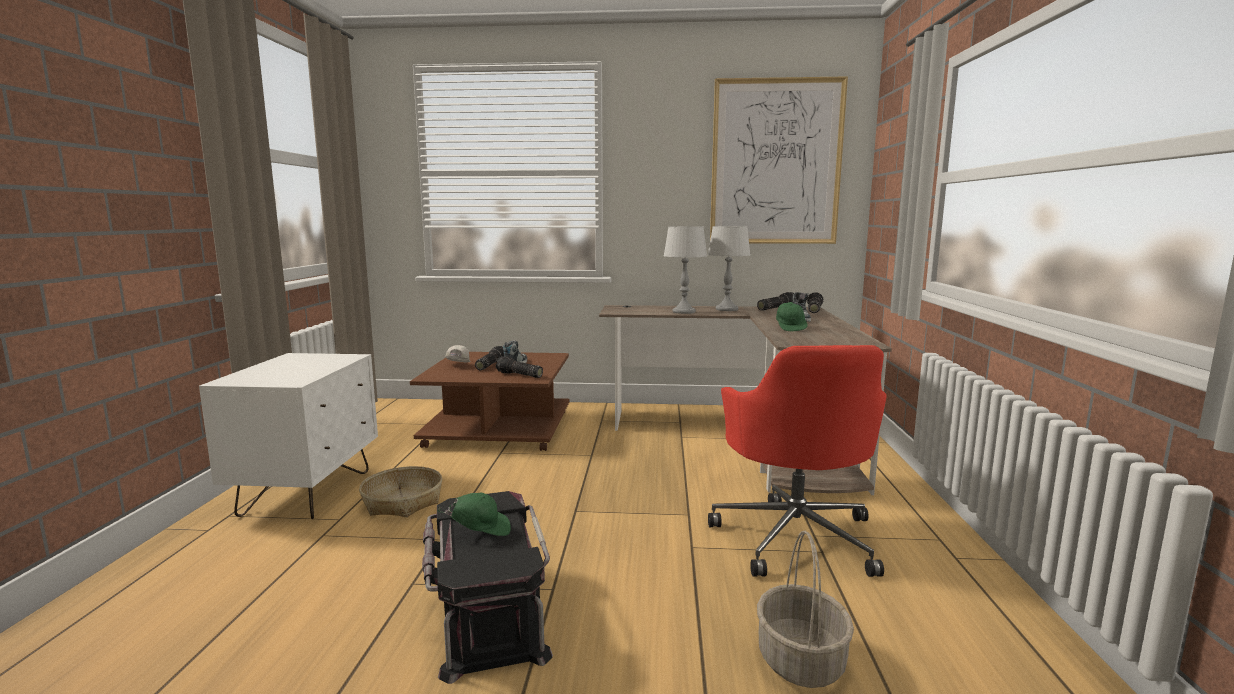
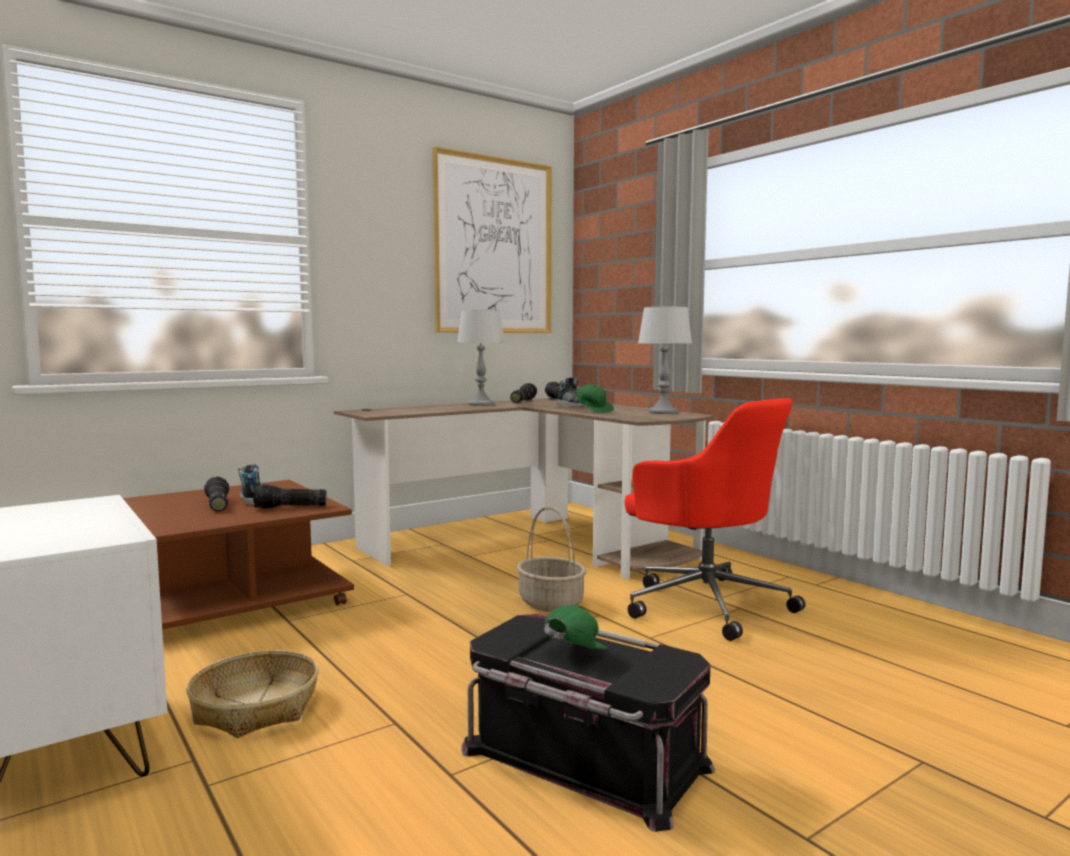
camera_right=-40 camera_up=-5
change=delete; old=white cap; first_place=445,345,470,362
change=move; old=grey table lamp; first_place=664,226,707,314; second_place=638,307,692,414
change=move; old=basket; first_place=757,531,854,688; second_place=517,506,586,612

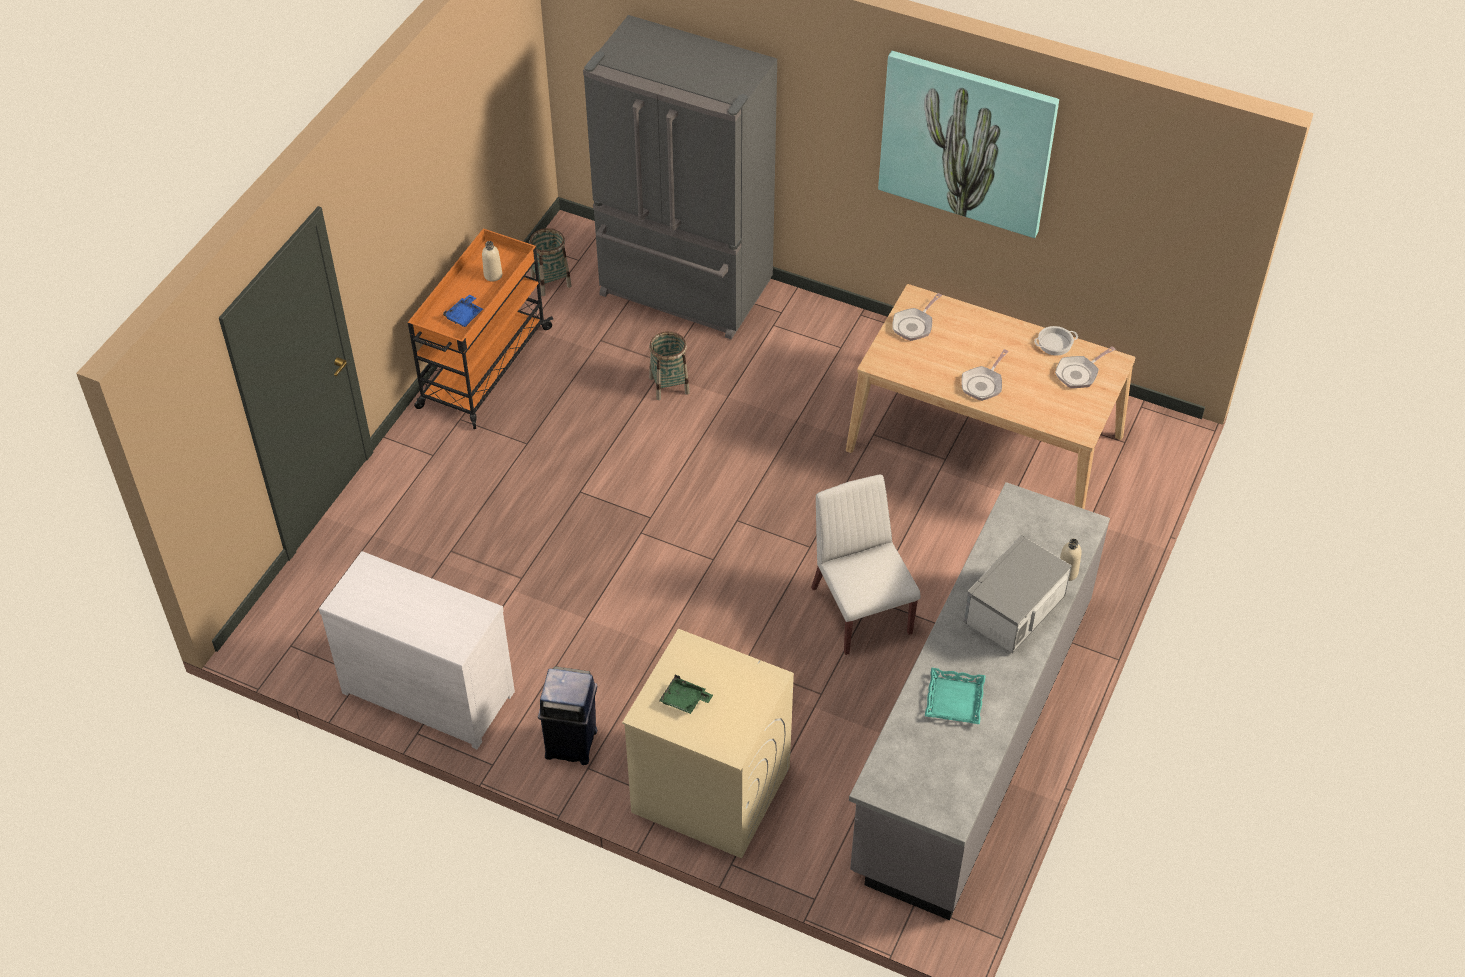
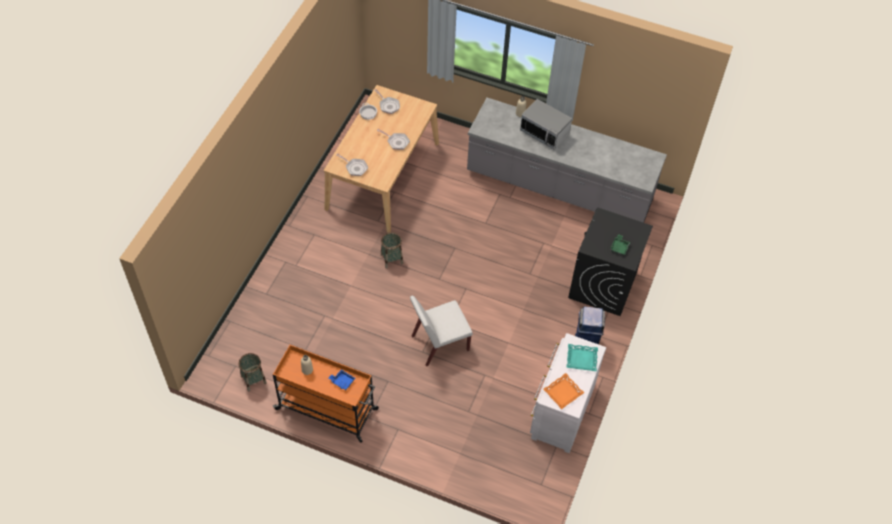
camera_right=-95 camera_up=5
change=delete; old=grey fridge; first_place=583,15,777,339
change=recolor; old=beige washing machine; new=black washing machine; first_place=622,629,794,858; second_place=568,207,653,316
change=move; old=basket; first_place=649,331,690,400; second_place=381,232,403,268
change=move; old=white chair; first_place=811,475,920,655; second_place=410,296,473,366
change=delete; old=picture; first_place=878,51,1059,238
change=move; old=turquoise tray; first_place=925,668,986,724; second_place=566,344,598,371
change=insert; new=orange tray; second_place=543,373,584,409

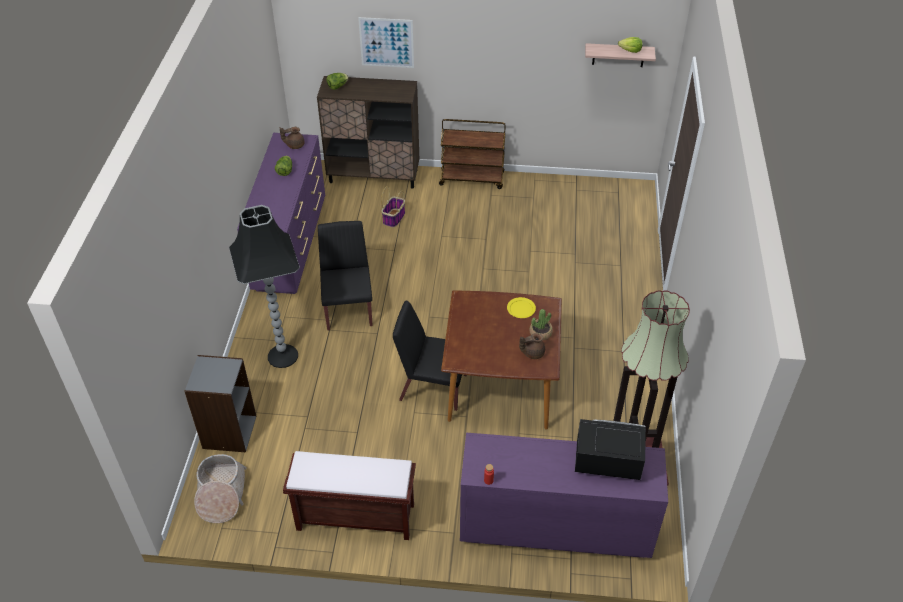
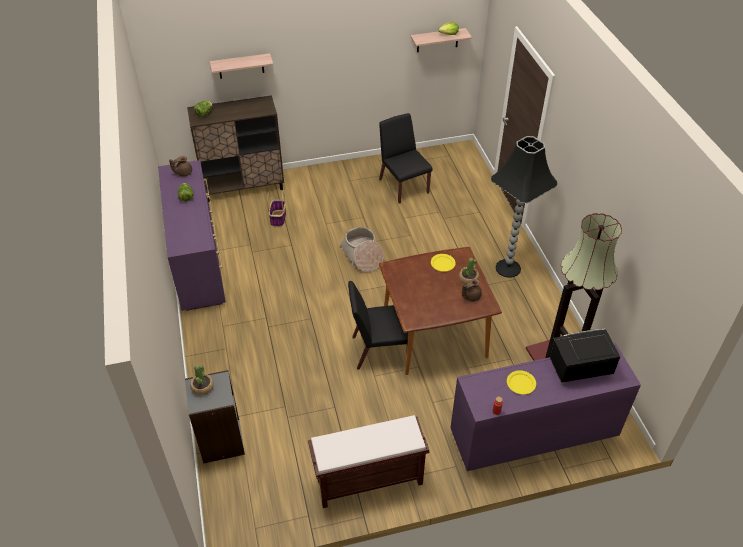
camera_right=-20 camera_up=0
change=move; old=basket; first_place=194,454,247,523; second_place=339,227,383,272
change=move; old=black floor lamp; first_place=229,205,300,368; second_place=491,136,557,278
change=move; old=black chair; first_place=318,221,373,330; second_place=379,113,433,204
change=replace; old=picture; new=shelf; first_place=358,17,414,68; second_place=210,53,273,79
change=delete; old=brown cart; first_place=439,119,506,189
change=insert; new=potted plant; second_place=190,365,214,395
change=insert; new=yellow plate; second_place=507,370,536,395

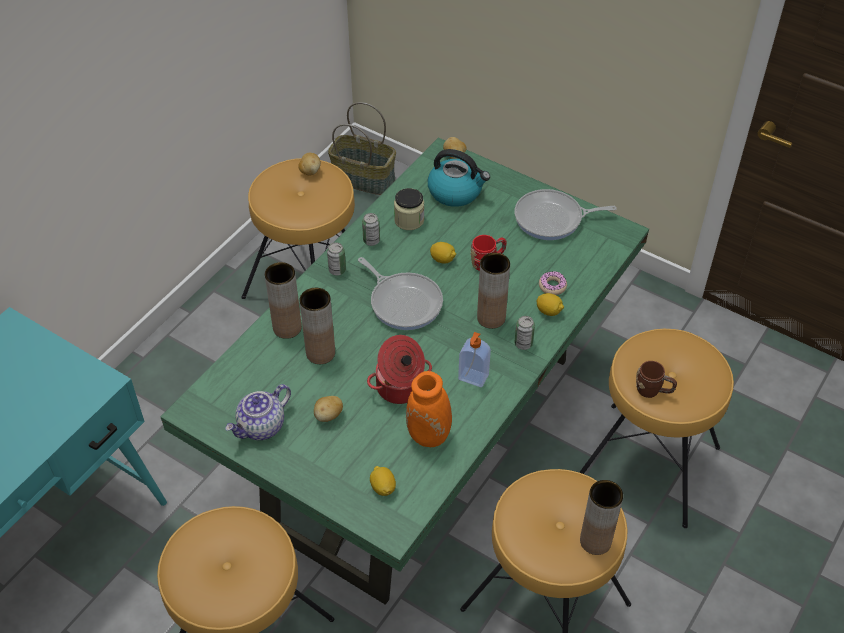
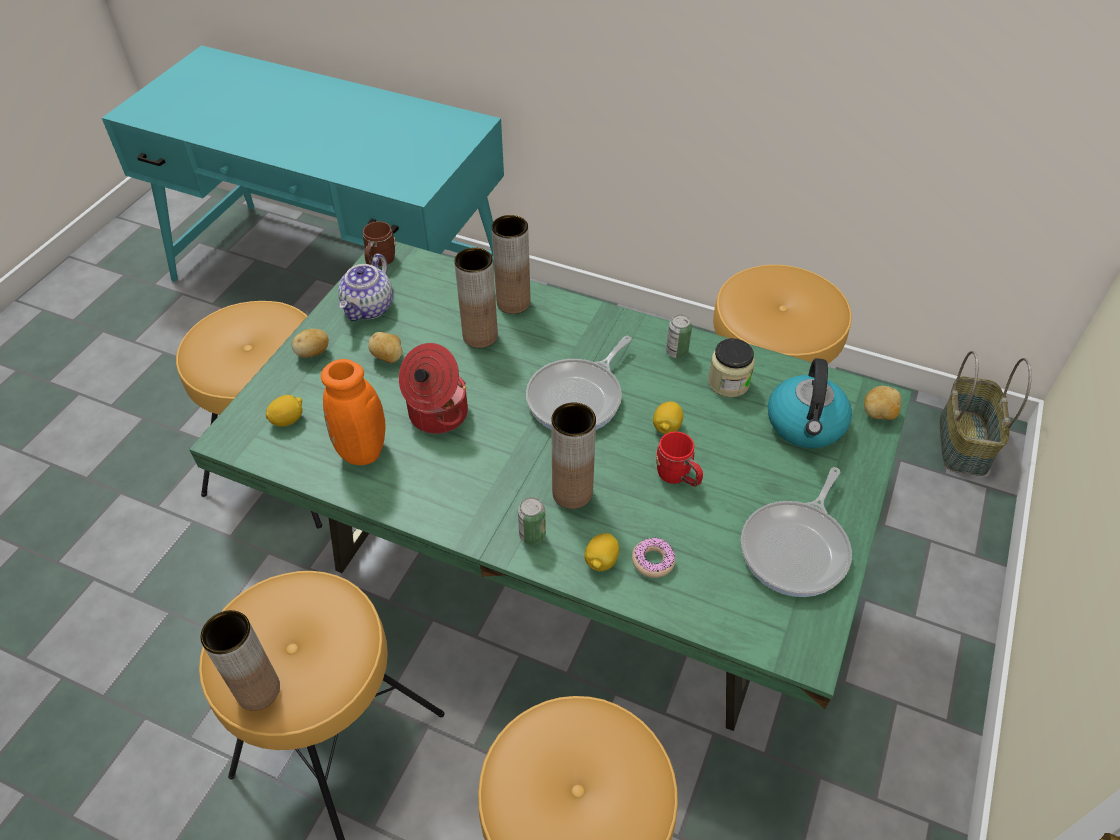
camera_right=80 camera_up=0
change=rotate; old=teapot; first_place=225,384,291,440; second_place=338,253,393,321; degrees=-105
change=move; old=potato; first_place=298,153,321,175; second_place=292,329,329,358
change=delete; old=can; first_place=327,242,346,275
change=delete; old=soap dispenser; first_place=458,332,491,387
change=rotate; old=frying pan; first_place=515,189,617,240; second_place=741,467,852,597; degrees=-135
change=move; old=brown mug; first_place=636,361,677,398; second_place=363,221,396,266

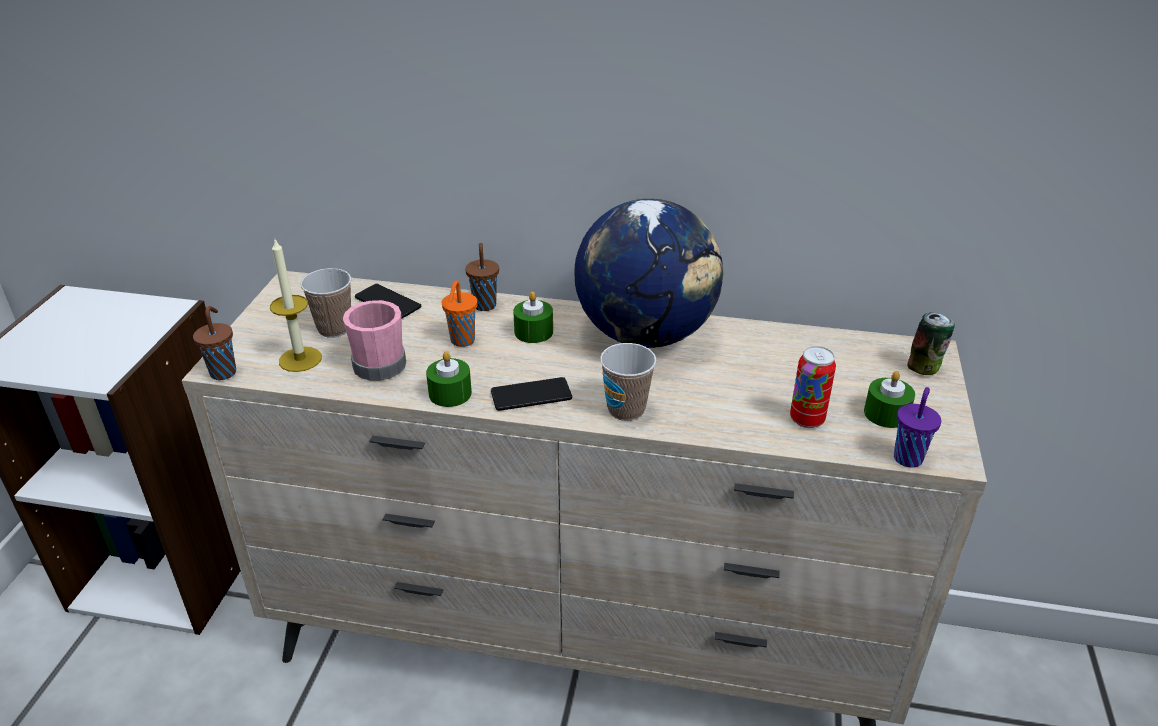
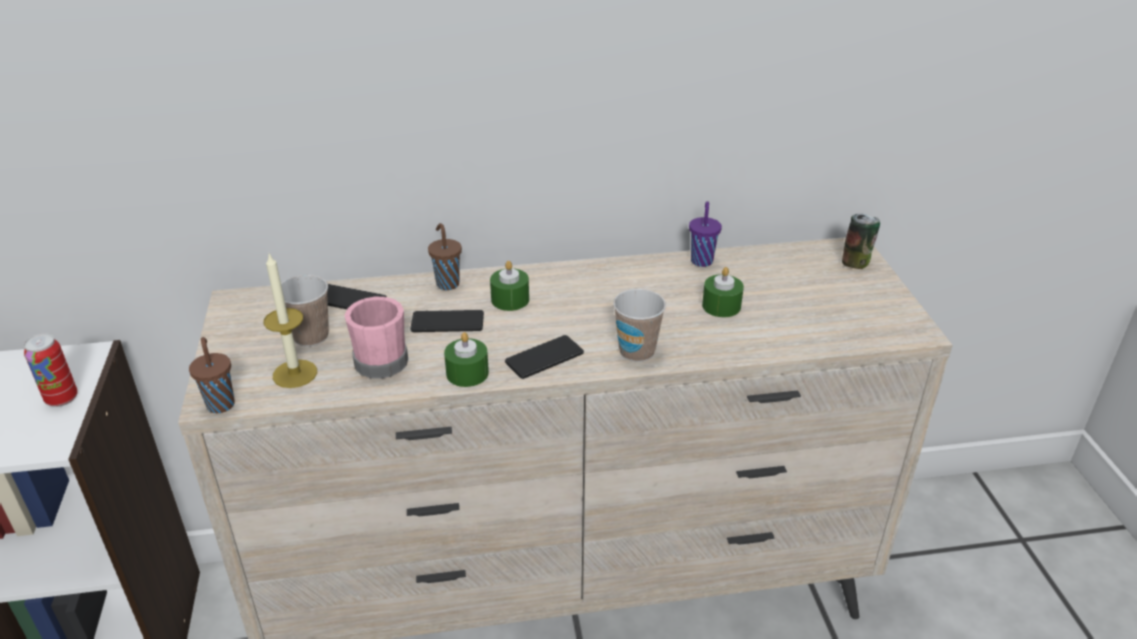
camera_right=-20 camera_up=0
change=replace; old=orange cup; new=phone; first_place=442,280,477,347; second_place=410,310,484,332
change=delete; old=globe; first_place=575,199,723,348
change=move; old=can; first_place=790,346,836,428; second_place=24,333,78,407
change=move; old=green candle; first_place=864,371,915,428; second_place=702,267,744,317
change=move; old=purple cup; first_place=894,387,941,468; second_place=689,201,722,267

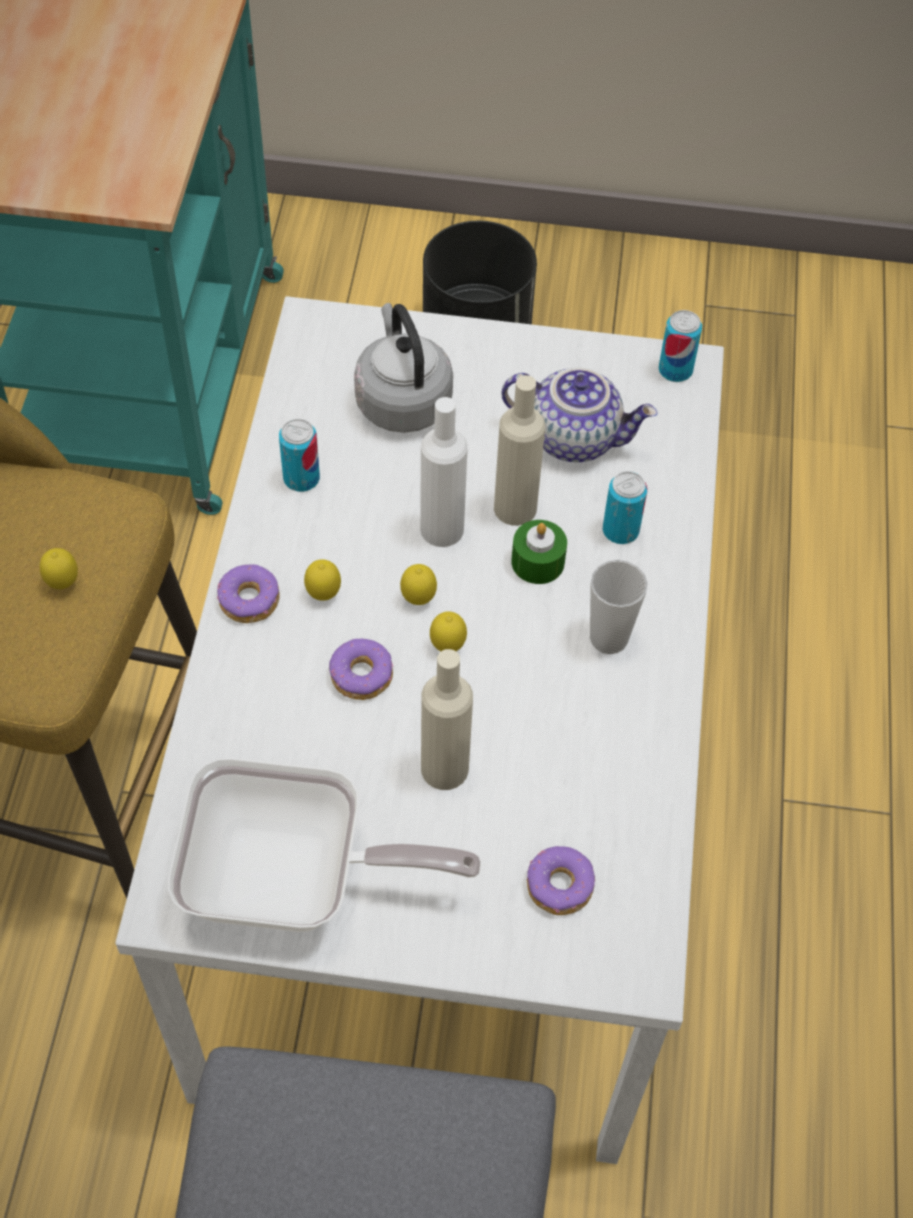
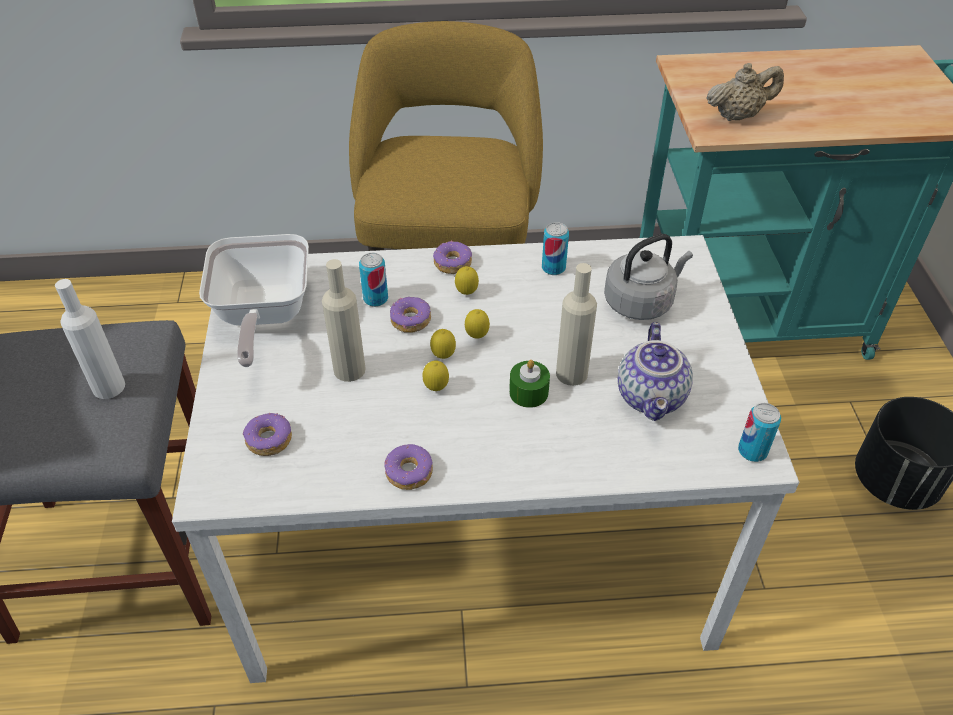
camera_right=80 camera_up=-10
change=move; old=lemon; first_place=40,548,78,589; second_place=422,361,449,391
change=move; old=white bottle; first_place=420,397,468,547; second_place=55,279,125,399
change=delete; old=cup; first_place=590,560,648,654
change=move; old=can; first_place=603,471,647,544; second_place=359,253,388,307
change=insert; new=donut; second_place=384,444,433,490
change=insert; new=beige teapot; second_place=707,63,784,121

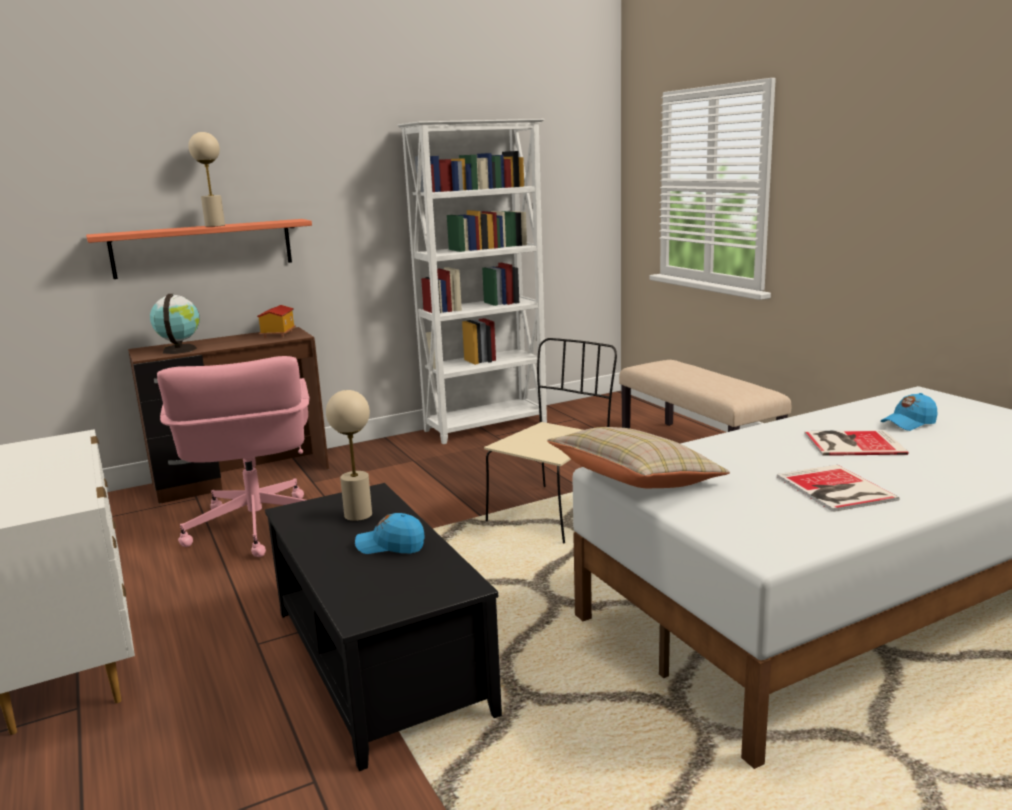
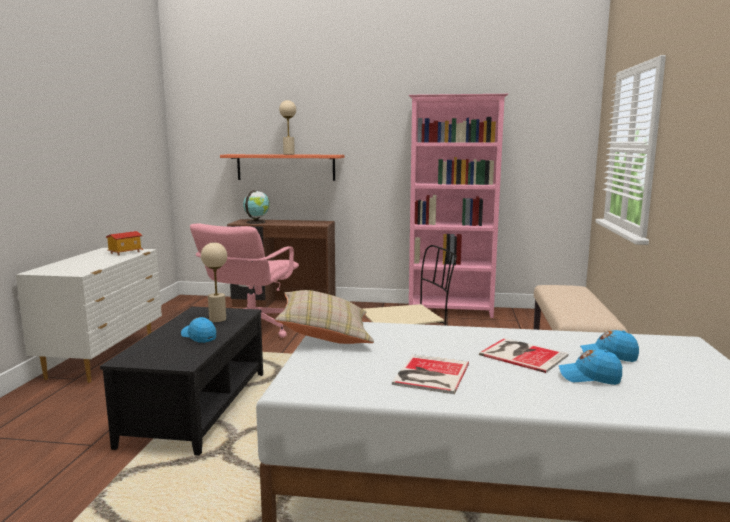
camera_right=35 camera_up=-5
change=move; old=toy house; first_place=257,305,296,338; second_place=106,231,143,256
change=recolor; old=white bookcase; new=pink bookcase; first_place=397,119,547,444; second_place=409,94,508,318
change=insert; new=blue cap; second_place=559,349,622,385

